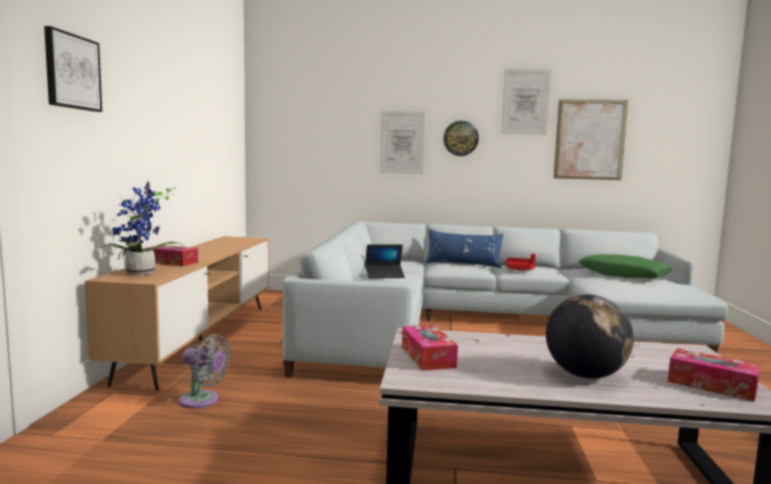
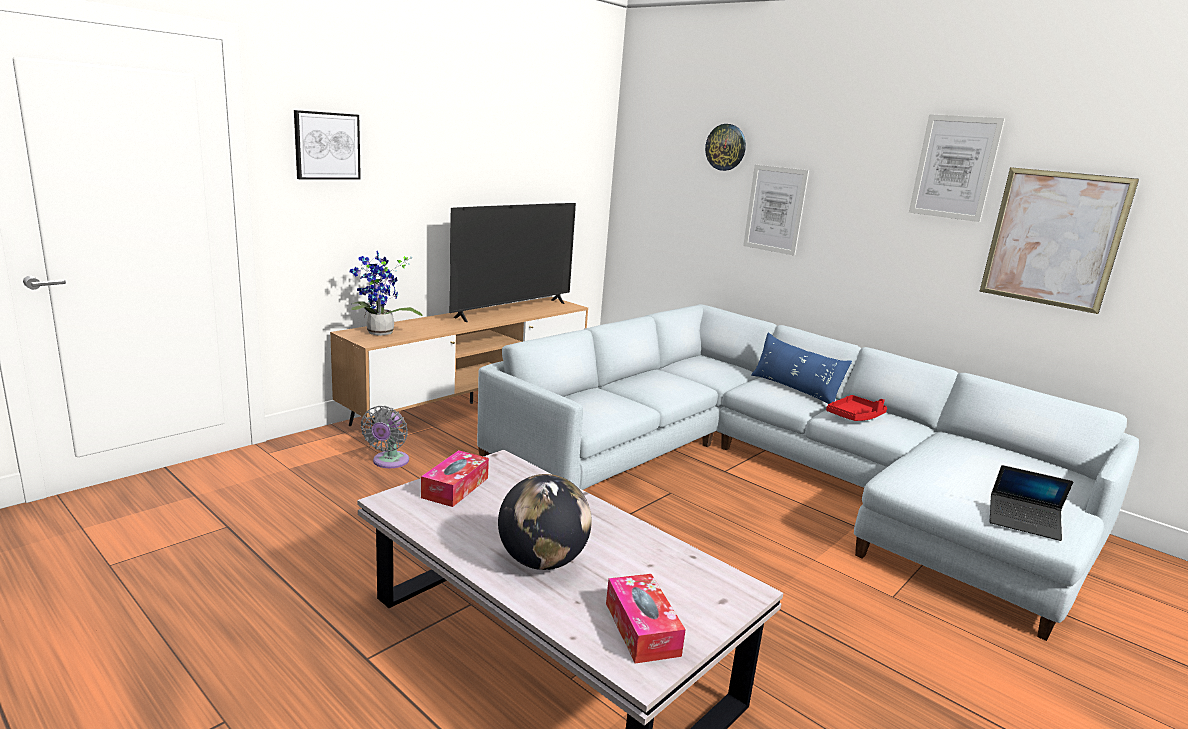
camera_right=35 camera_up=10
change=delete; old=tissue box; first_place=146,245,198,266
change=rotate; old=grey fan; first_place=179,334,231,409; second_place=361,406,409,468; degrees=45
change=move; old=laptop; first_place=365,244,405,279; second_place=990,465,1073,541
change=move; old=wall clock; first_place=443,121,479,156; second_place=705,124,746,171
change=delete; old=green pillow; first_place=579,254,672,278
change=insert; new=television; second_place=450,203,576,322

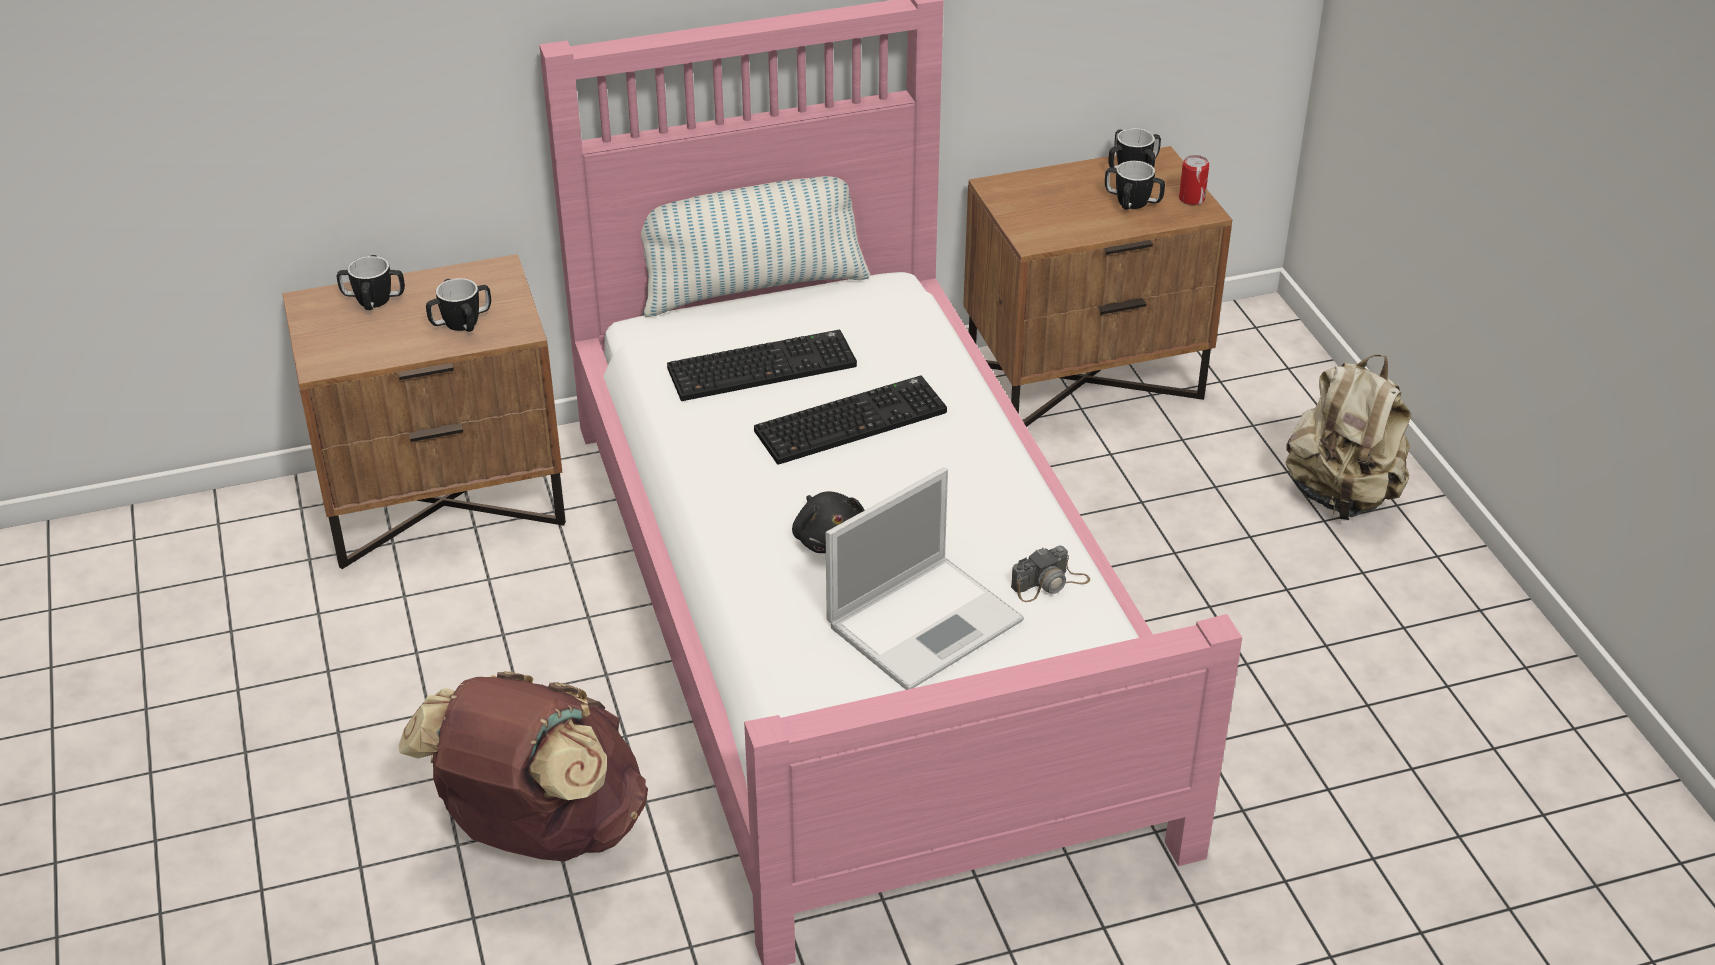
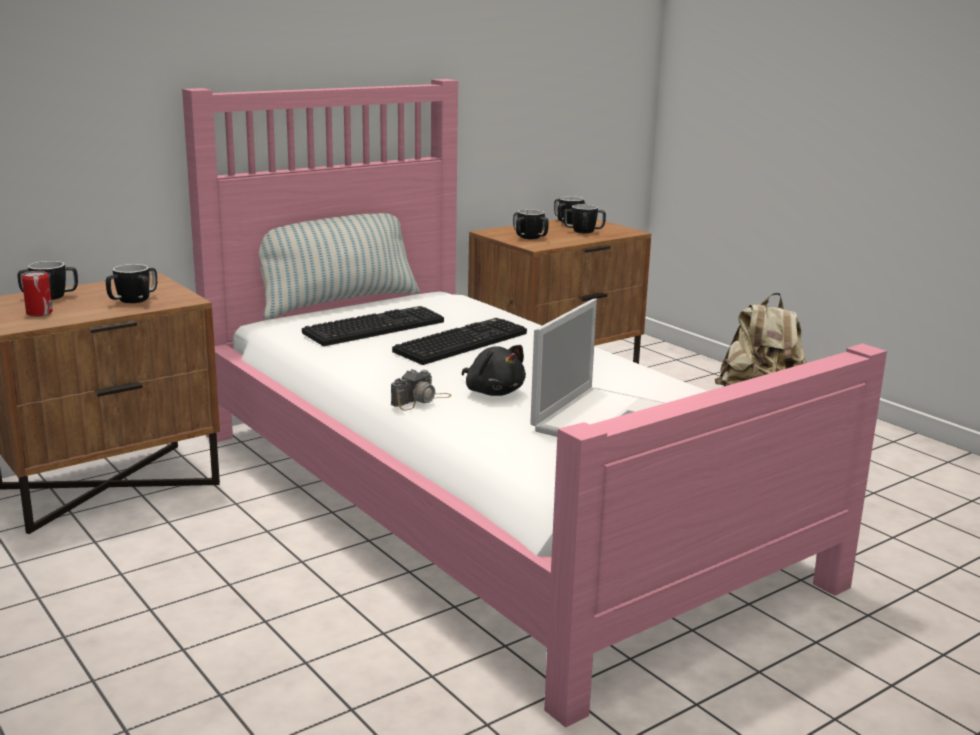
camera_right=-20 camera_up=-20
change=delete; old=brown backpack; first_place=399,671,648,862
change=move; old=photo camera; first_place=1011,545,1090,602; second_place=391,369,452,410
change=move; old=can; first_place=1179,155,1209,205; second_place=22,271,53,317
change=insert; new=mug; second_place=513,209,549,239

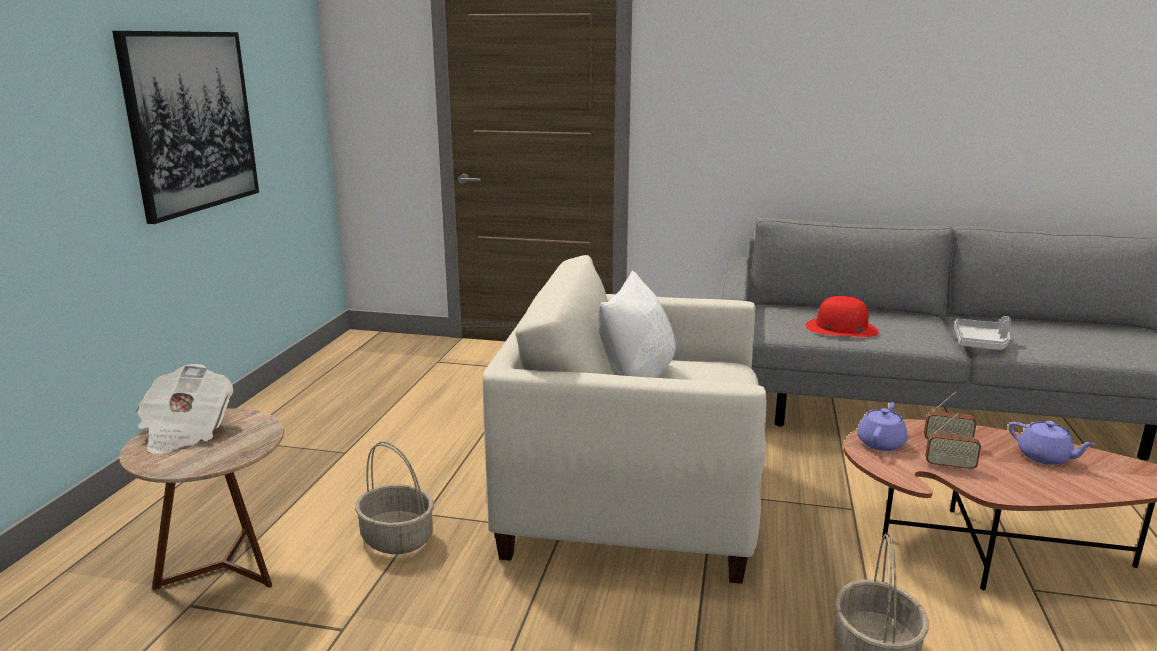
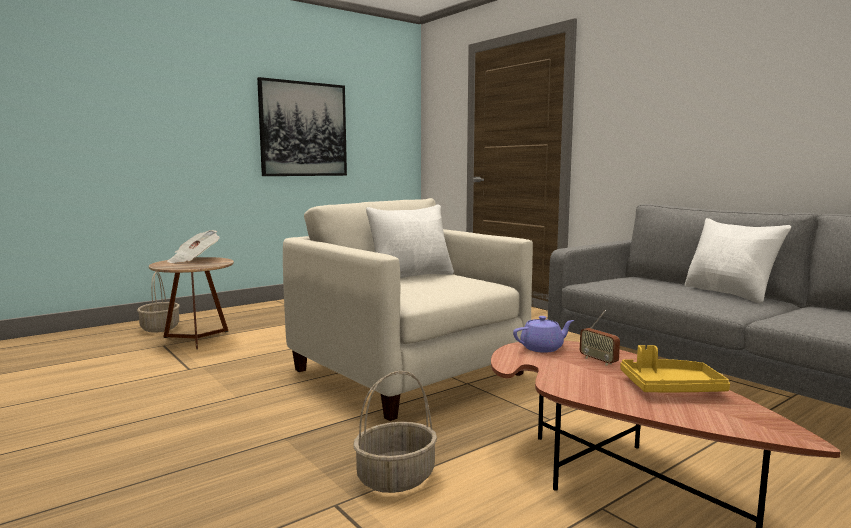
camera_right=40 camera_up=-10
change=move; old=basket; first_place=355,441,434,554; second_place=137,271,180,333
change=delete; old=red hat; first_place=805,296,879,337
change=delete; old=radio; first_place=925,413,981,472
change=delete; old=grey tray; first_place=954,316,1011,350
change=replace; old=purple teapot; new=yellow tray; first_place=1009,421,1097,465; second_place=620,345,730,392
change=insert; new=white pillow; second_place=684,218,791,303

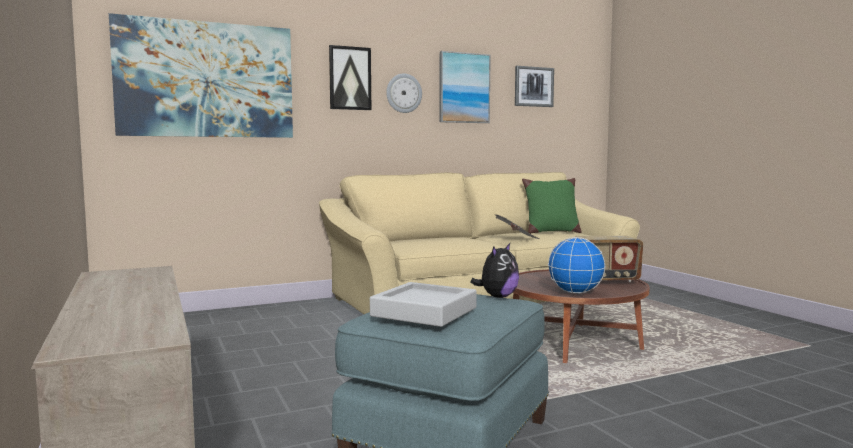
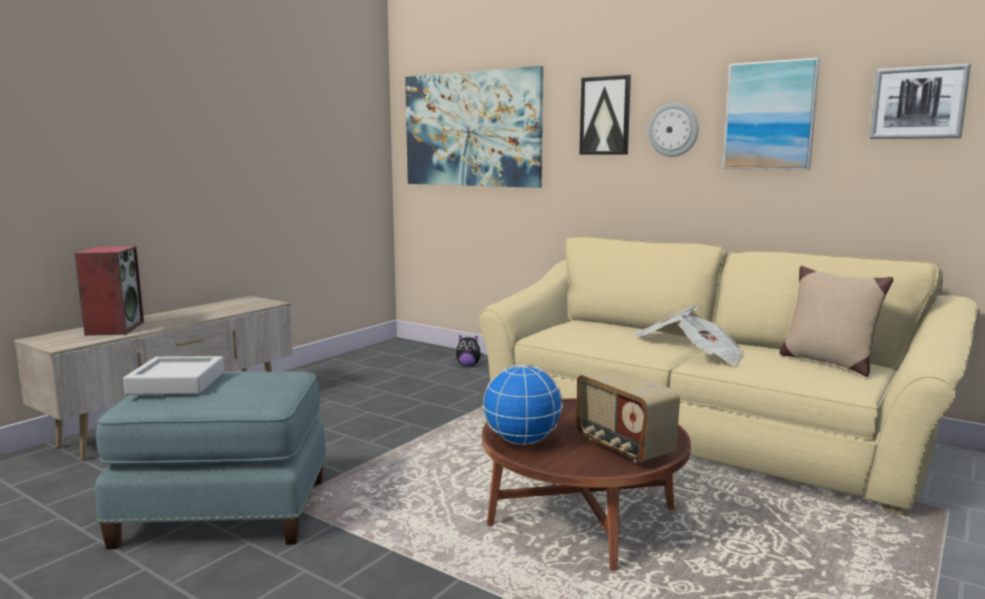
camera_right=60 camera_up=5
change=move; old=plush toy; first_place=471,243,519,298; second_place=456,335,484,366
change=recolor; old=green pillow; new=beige pillow; first_place=522,178,581,233; second_place=779,266,893,377
change=insert; new=speaker; second_place=75,246,144,336
change=insert; new=newspaper; second_place=635,306,698,338

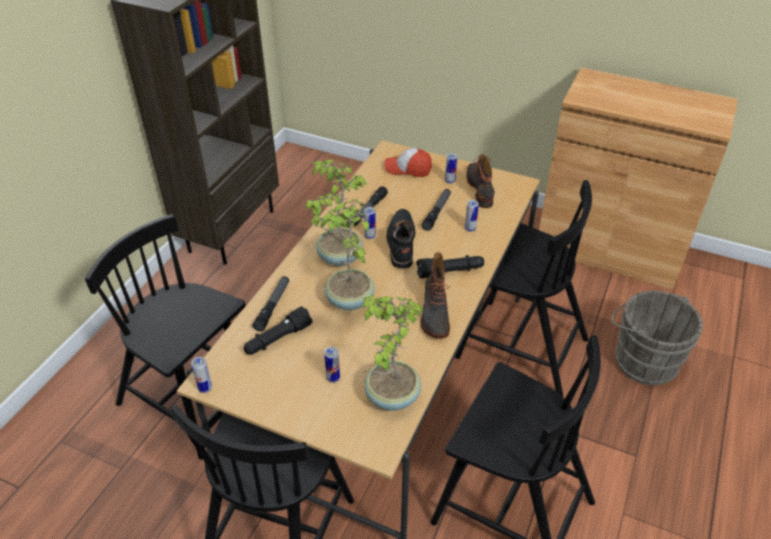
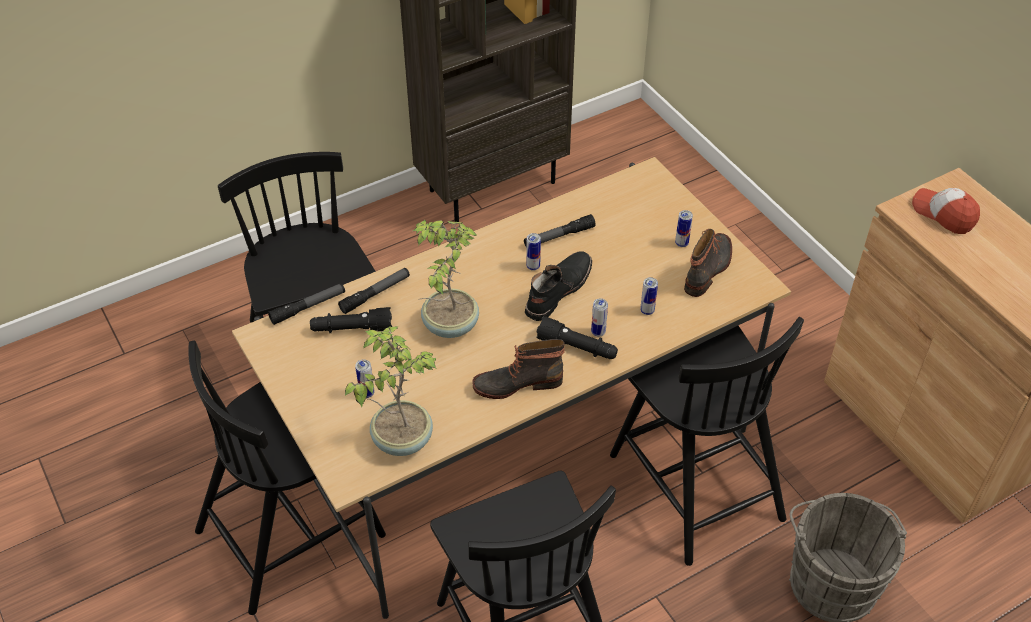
camera_right=35 camera_up=5
change=move; old=can; first_place=191,357,212,393; second_place=591,299,608,337
change=delete; old=potted plant; first_place=306,159,367,266
change=move; old=cap; first_place=385,148,432,177; second_place=912,188,980,234
change=move; old=flashlight; first_place=421,189,451,231; second_place=268,283,345,325
change=rotate; old=boot; first_place=421,252,450,338; second_place=472,339,565,399; degrees=45

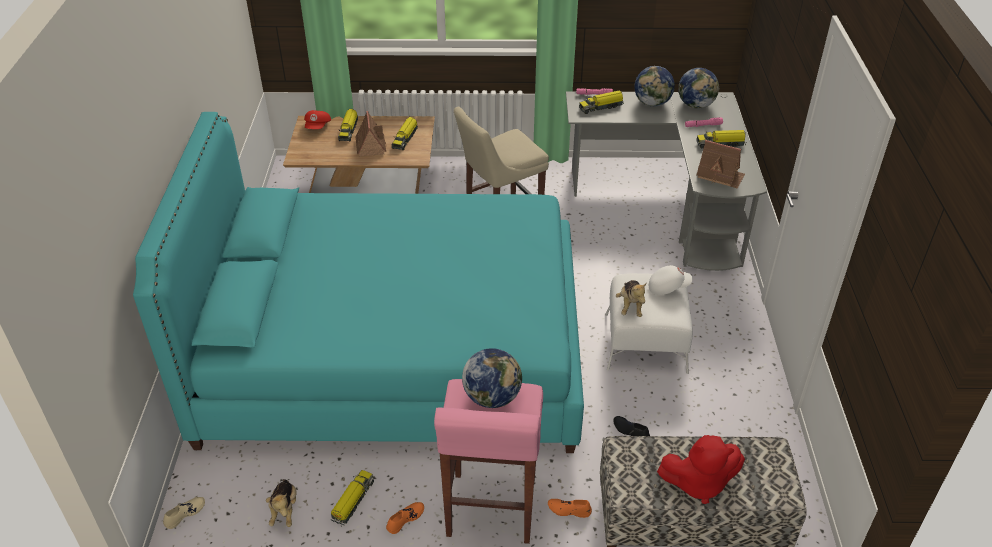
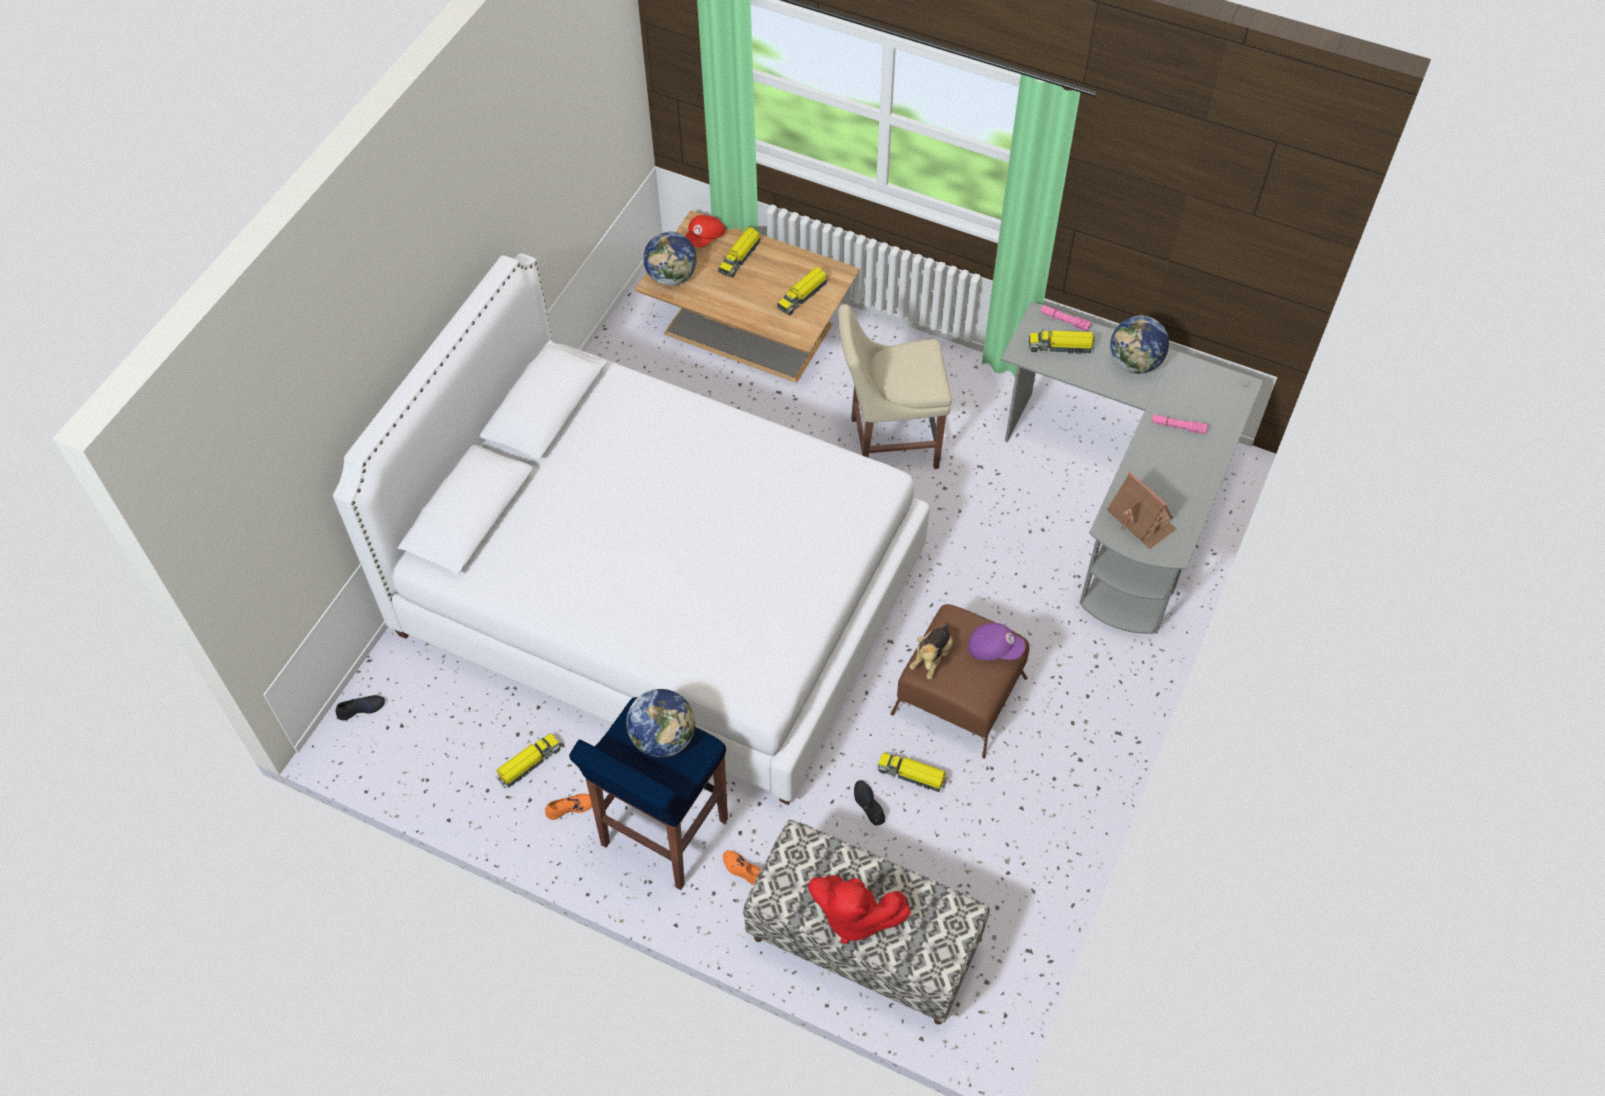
camera_right=25 camera_up=15
change=recolor; old=turquoise bed; new=white bed; first_place=133,112,584,453; second_place=333,253,930,805
change=recolor; old=beige shoe; new=black shoe; first_place=163,497,205,529; second_place=335,695,385,720
change=delete; old=plush toy; first_place=266,479,297,527
change=delete; old=toy house; first_place=356,111,386,157
change=recolor; old=pink stool; new=blue stool; first_place=434,379,543,544; second_place=569,697,728,890
change=recolor; old=white ottoman; new=brown ottoman; first_place=605,273,693,374; second_place=891,604,1030,759
change=recolor; old=white cap; new=purple cap; first_place=649,265,693,295; second_place=968,623,1026,660
change=move; old=globe; first_place=678,68,719,108; second_place=643,232,697,286
change=move; old=toy truck; first_place=696,130,746,148; second_place=877,752,948,792

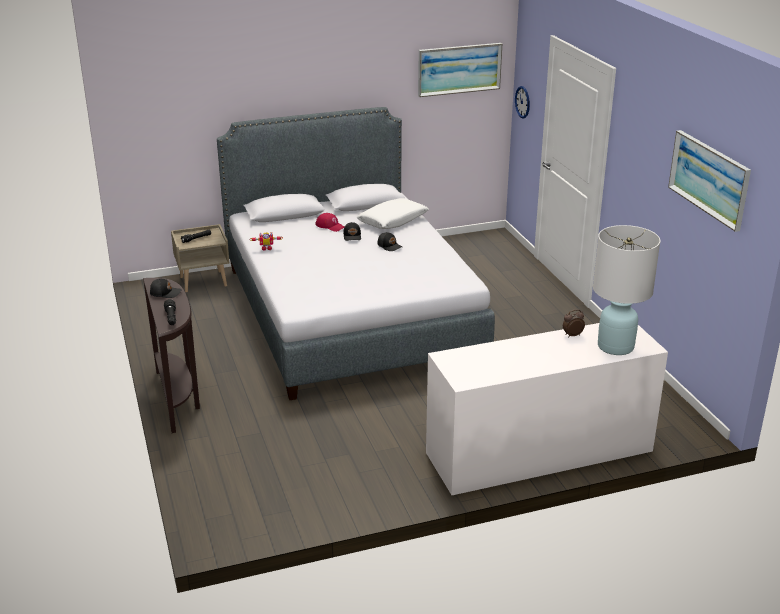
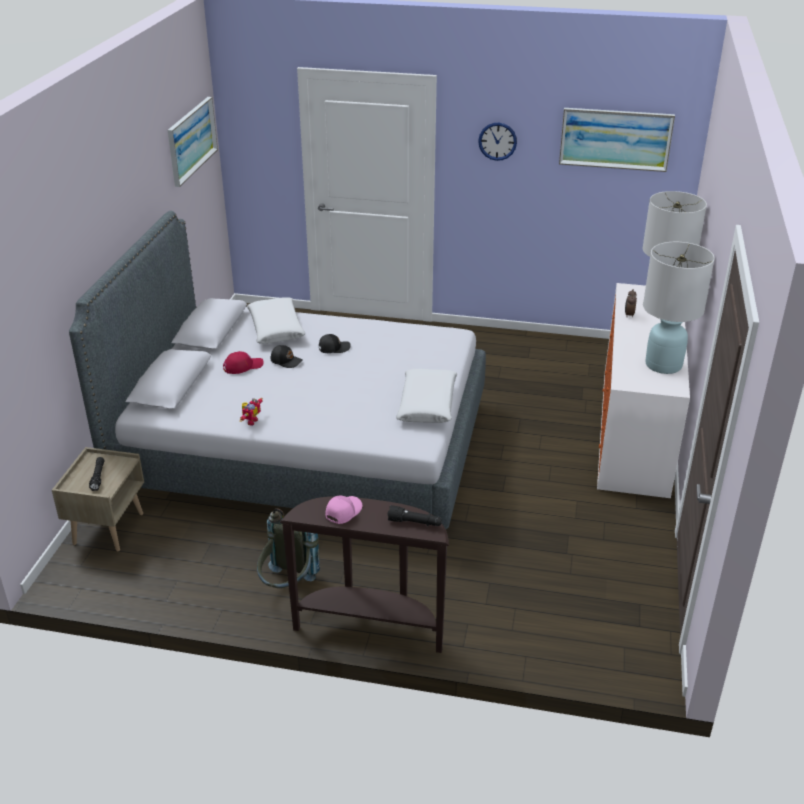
camera_right=-60 camera_up=5
change=recolor; old=black cap; new=pink cap; first_place=150,278,182,298; second_place=326,496,362,524
change=move; old=wall clock; first_place=515,86,530,118; second_place=478,123,517,161
change=insert; new=grey backpack; second_place=257,508,320,588
change=insert; new=white pillow; second_place=396,369,457,423
change=insert; new=white table lamp; second_place=643,242,715,374

